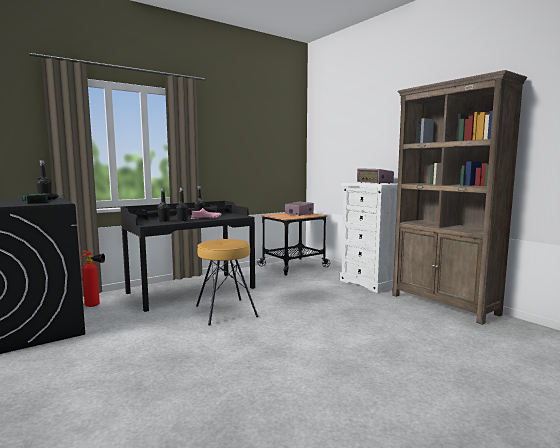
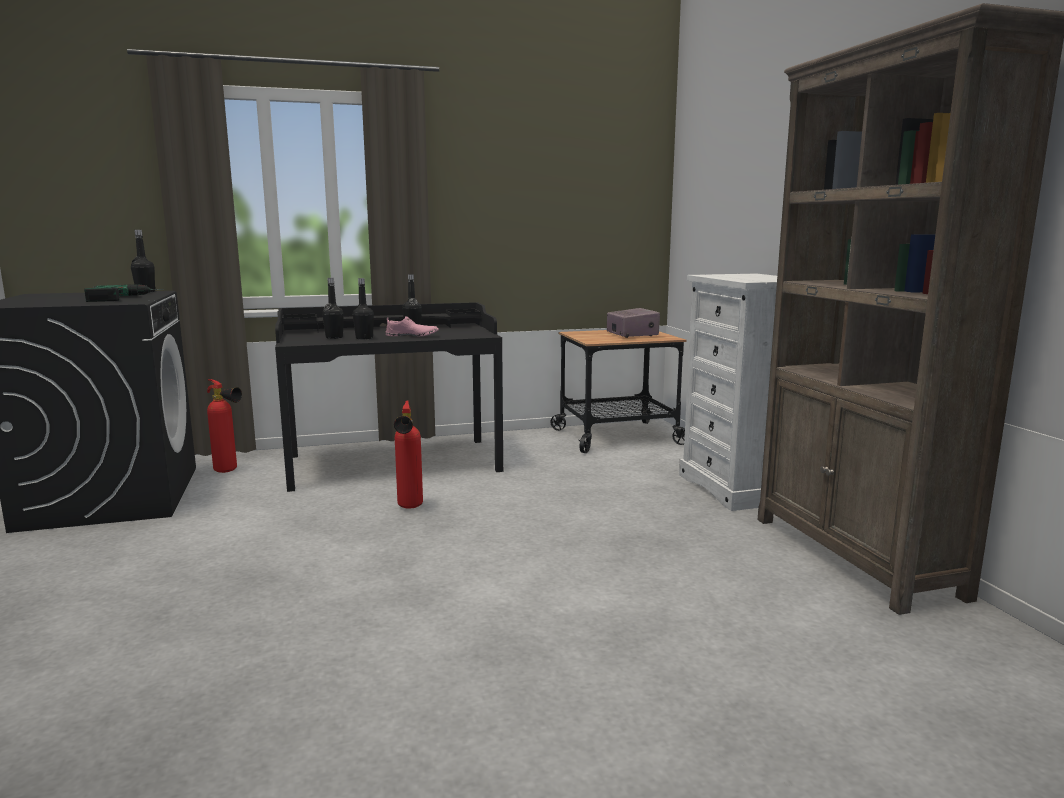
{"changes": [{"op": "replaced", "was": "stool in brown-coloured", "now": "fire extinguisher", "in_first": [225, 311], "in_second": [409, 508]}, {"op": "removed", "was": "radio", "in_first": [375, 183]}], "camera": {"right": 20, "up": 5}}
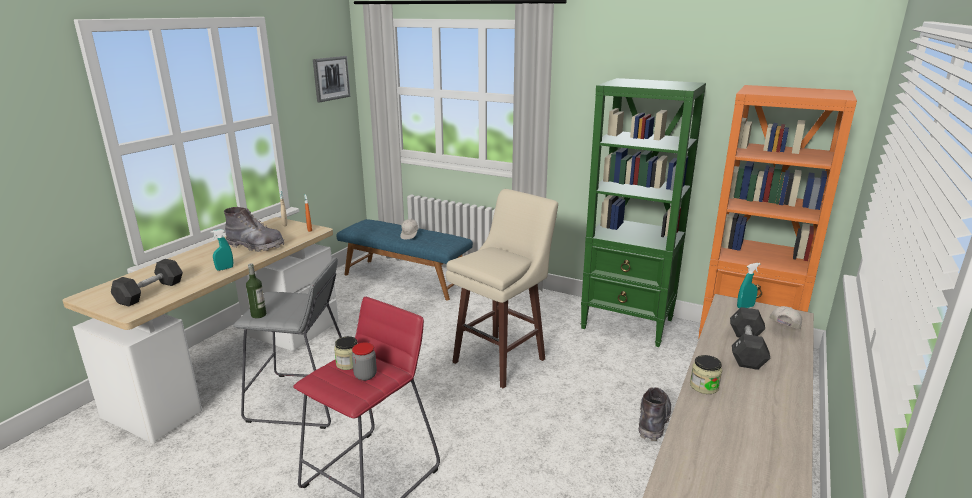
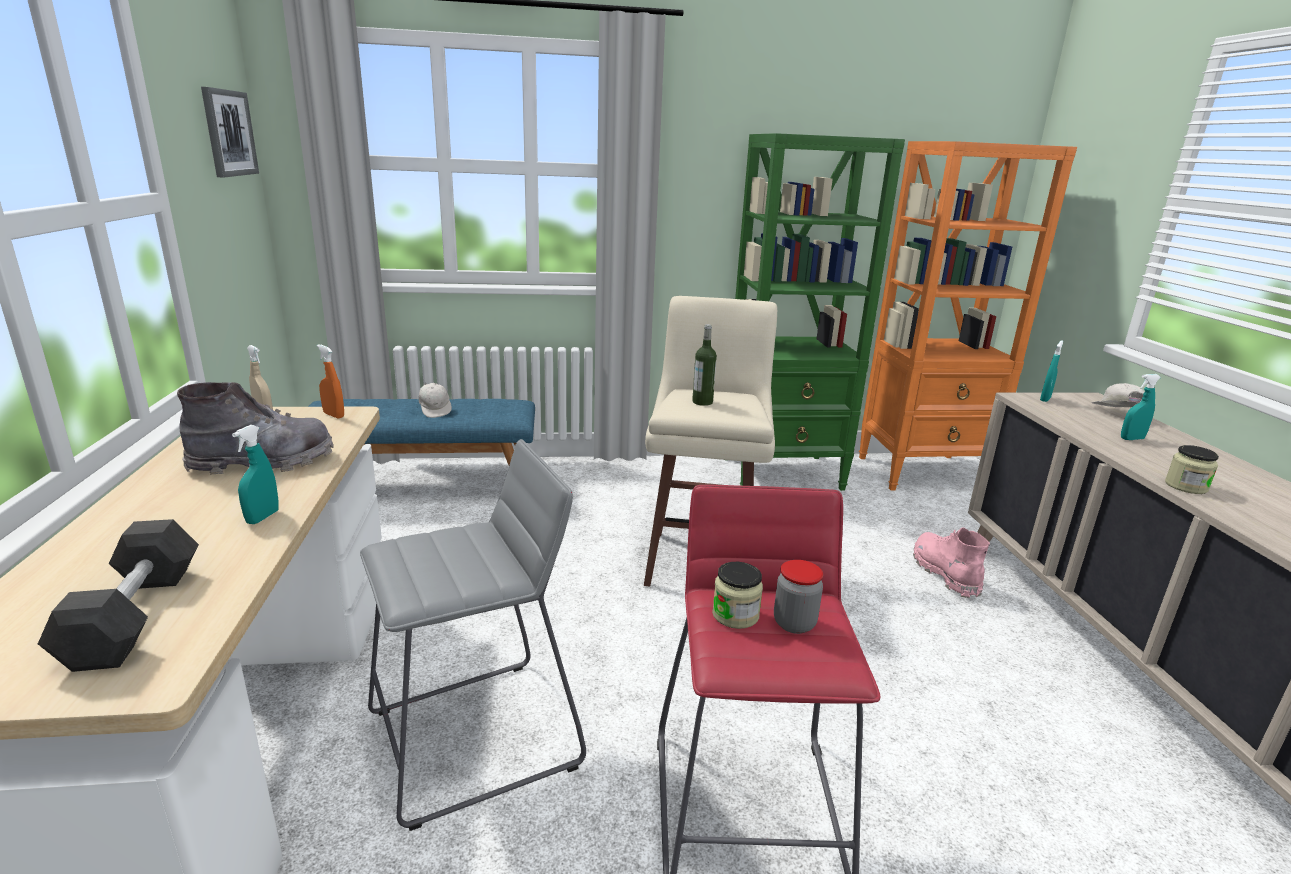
{"changes": [{"op": "moved", "was": "bottle", "in_first": [258, 315], "in_second": [702, 402]}, {"op": "recoloured", "was": "boot in greyish", "now": "boot in pinkish", "in_first": [653, 420], "in_second": [945, 573]}, {"op": "replaced", "was": "hand weight in black", "now": "sprayer in turquoise", "in_first": [746, 349], "in_second": [1131, 439]}], "camera": {"right": -35, "up": 0}}
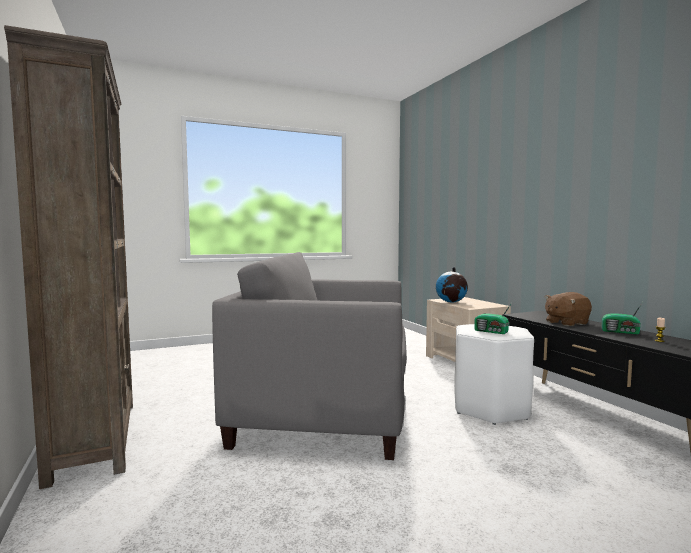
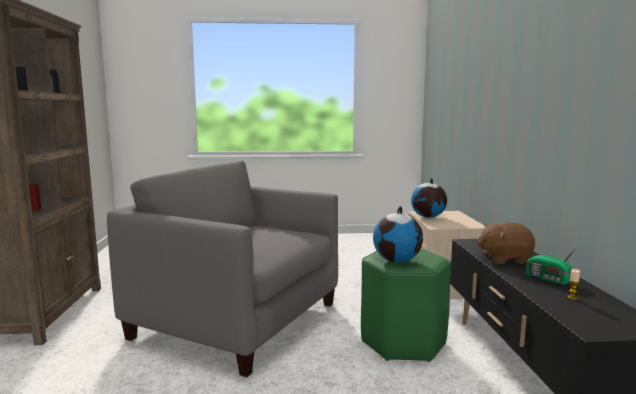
{"changes": [{"op": "recoloured", "was": "stool in white-coloured", "now": "stool in green-coloured", "in_first": [490, 409], "in_second": [403, 342]}, {"op": "replaced", "was": "radio", "now": "desk globe", "in_first": [491, 332], "in_second": [397, 261]}], "camera": {"right": 20, "up": 5}}
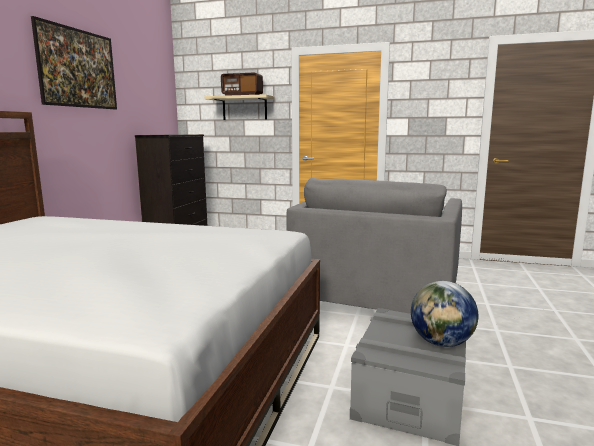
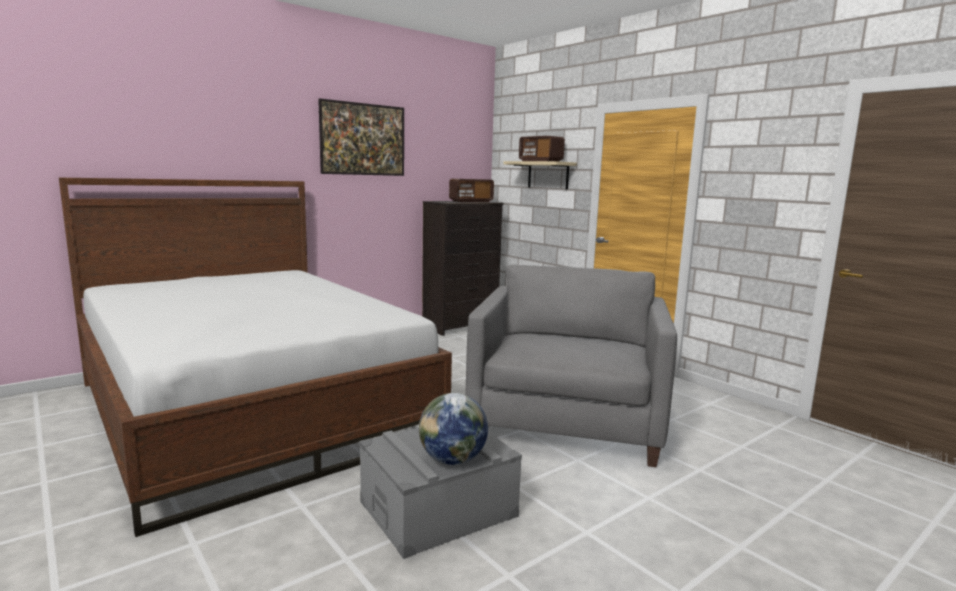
{"changes": [{"op": "added", "now": "radio", "in_second": [471, 201]}, {"op": "turned", "was": "lounge chair in greyish", "in_first": [375, 300], "in_second": [567, 423], "clockwise": 135}], "camera": {"right": 35, "up": 0}}
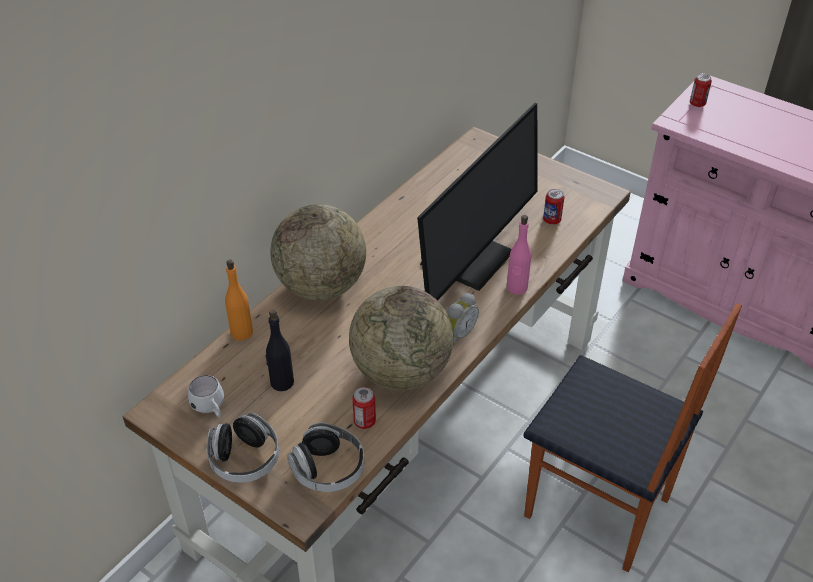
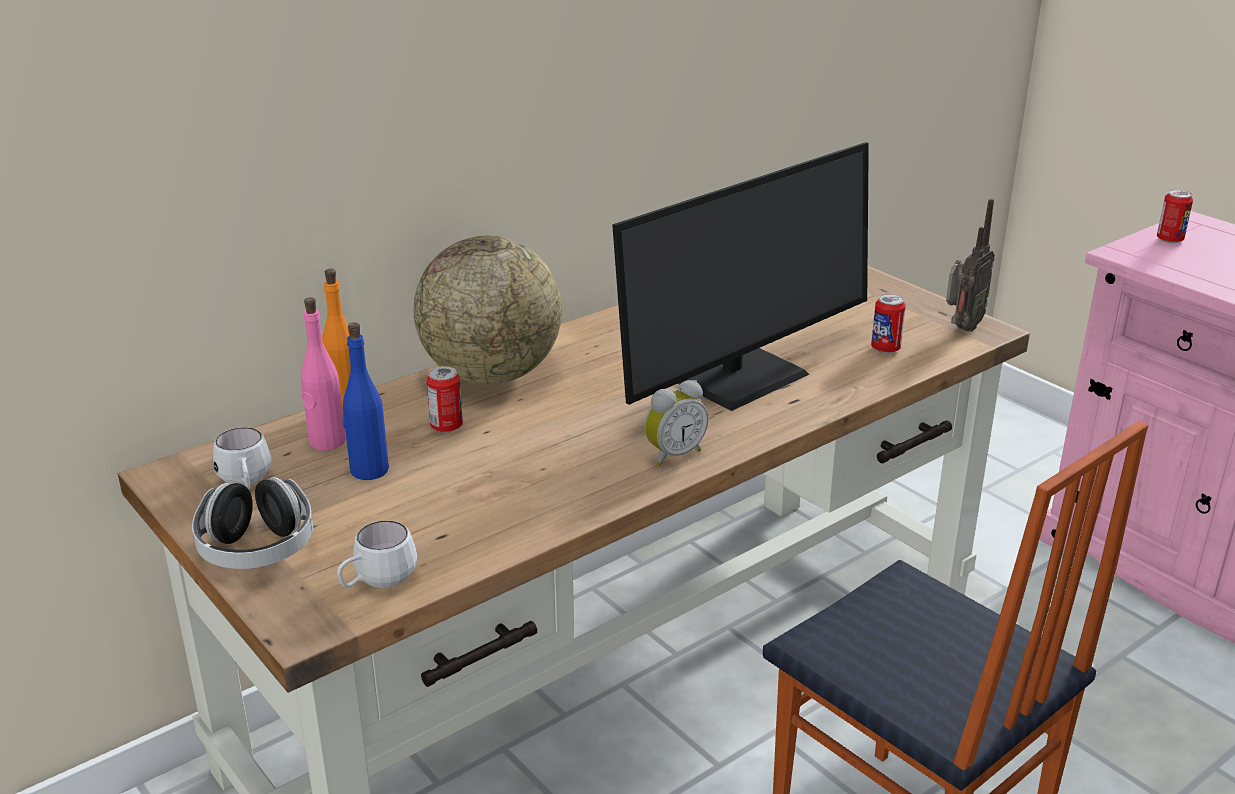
{"changes": [{"op": "moved", "was": "bottle in pinkish", "in_first": [516, 287], "in_second": [327, 442]}, {"op": "replaced", "was": "headphones", "now": "tea mug in white-coloured", "in_first": [328, 469], "in_second": [377, 583]}, {"op": "recoloured", "was": "bottle in black", "now": "bottle in bluish", "in_first": [281, 382], "in_second": [369, 470]}, {"op": "moved", "was": "can", "in_first": [364, 421], "in_second": [446, 427]}, {"op": "added", "now": "radio", "in_second": [961, 328]}, {"op": "removed", "was": "desk globe", "in_first": [401, 372]}], "camera": {"right": 15, "up": -15}}
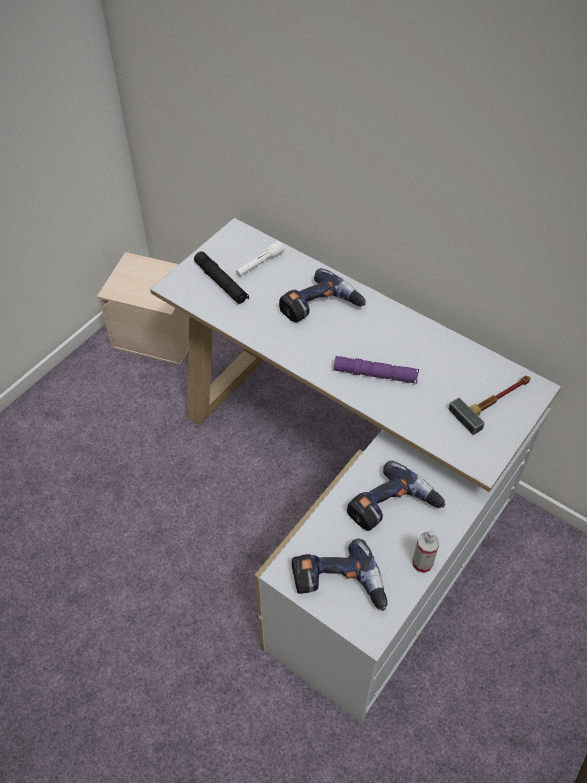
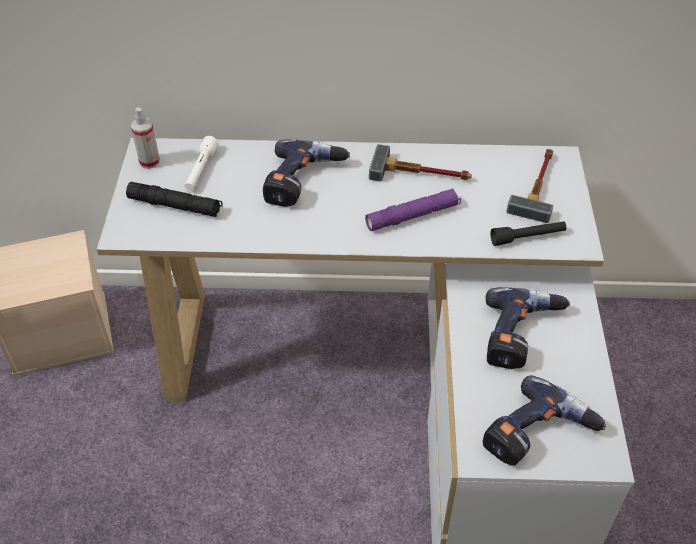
{"changes": [{"op": "moved", "was": "sprayer", "in_first": [422, 563], "in_second": [149, 162]}, {"op": "added", "now": "hammer", "in_second": [421, 174]}, {"op": "added", "now": "flashlight in black", "in_second": [527, 237]}], "camera": {"right": -35, "up": -5}}
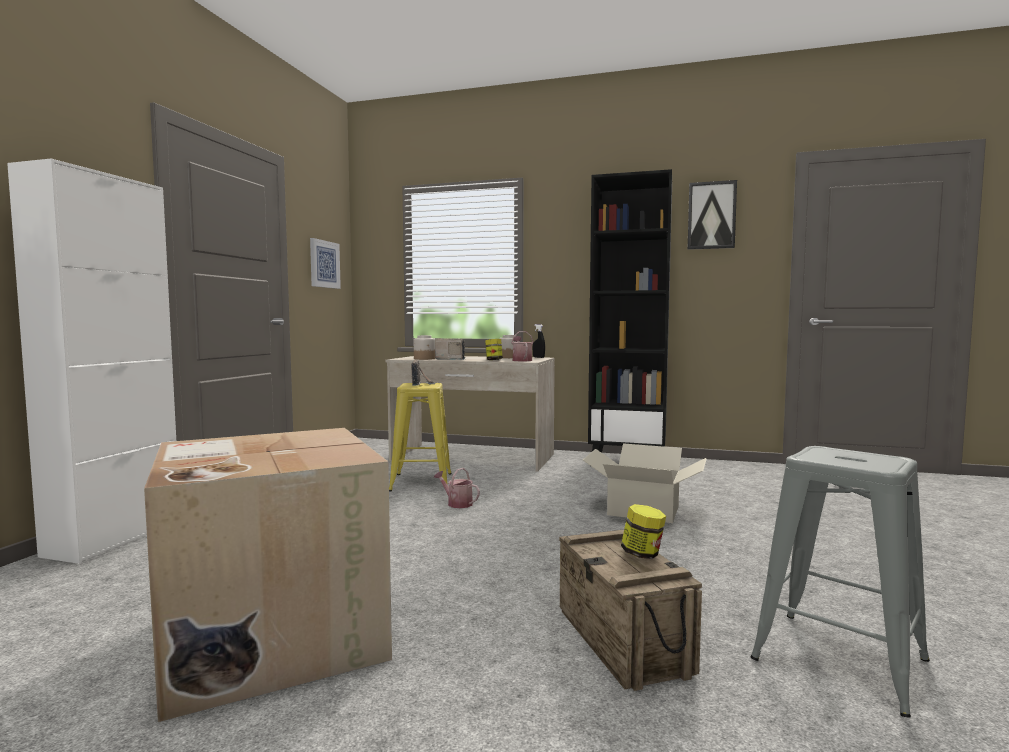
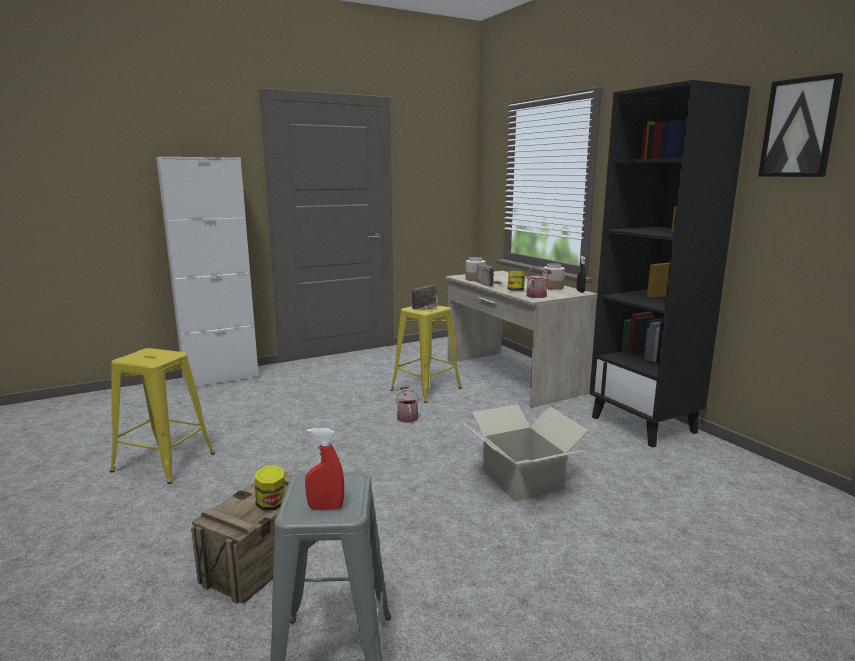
{"changes": [{"op": "replaced", "was": "packing box", "now": "stool in yellow-coloured", "in_first": [270, 635], "in_second": [164, 462]}, {"op": "added", "now": "sprayer in red-coloured", "in_second": [325, 507]}, {"op": "removed", "was": "picture", "in_first": [324, 264]}], "camera": {"right": 45, "up": 10}}
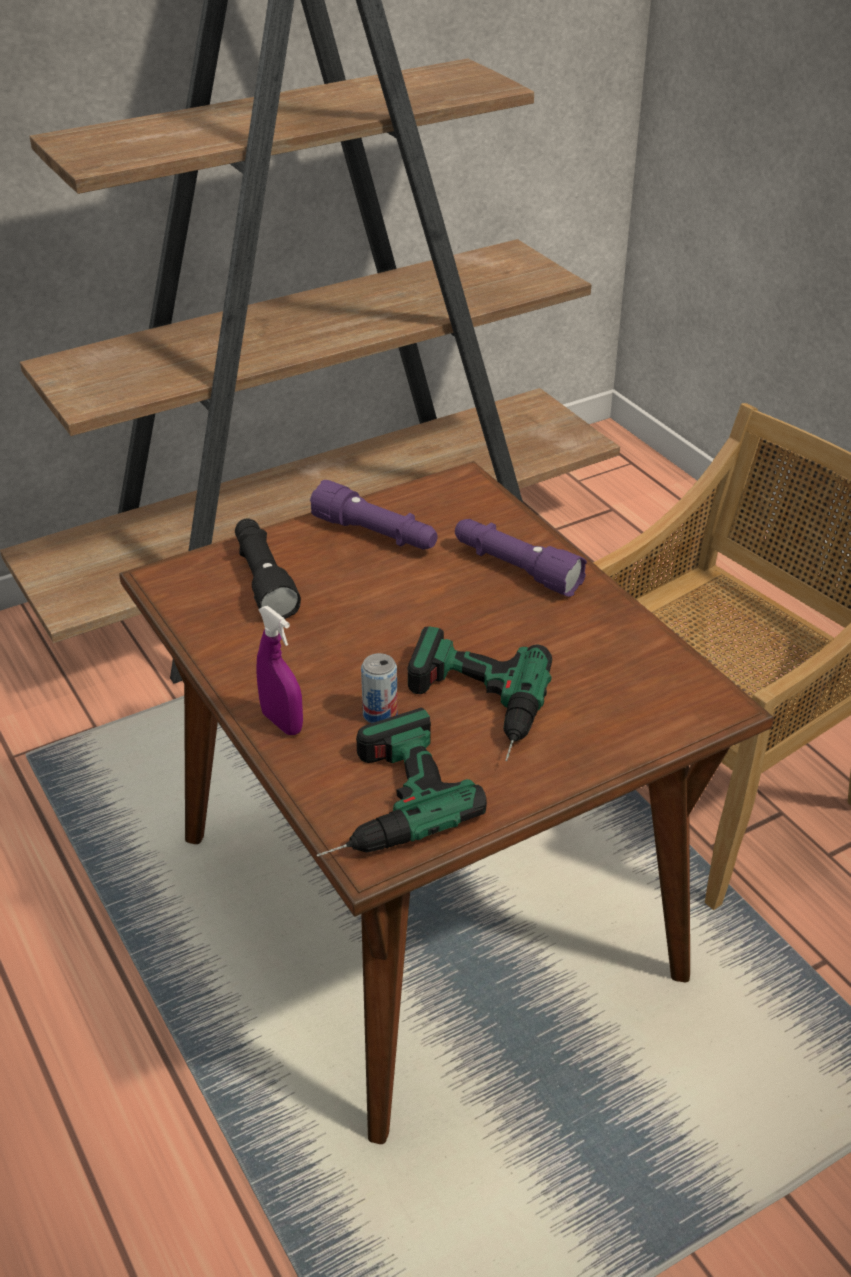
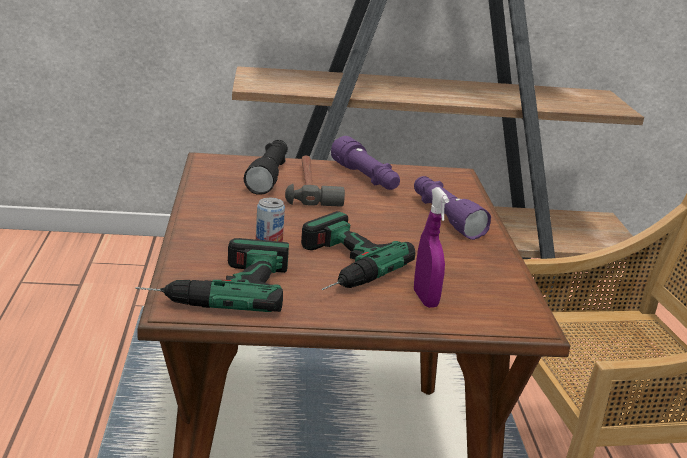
{"changes": [{"op": "added", "now": "hammer", "in_second": [311, 186]}, {"op": "moved", "was": "sprayer in purple-coloured", "in_first": [282, 722], "in_second": [425, 299]}], "camera": {"right": 25, "up": -15}}
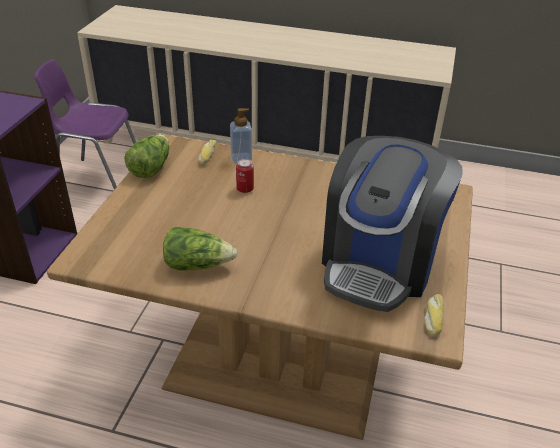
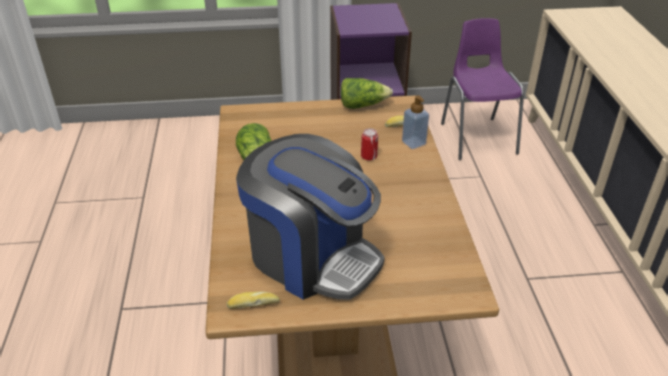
{"changes": [{"op": "turned", "was": "coffee maker", "in_first": [379, 263], "in_second": [312, 257], "clockwise": -150}], "camera": {"right": 70, "up": 0}}
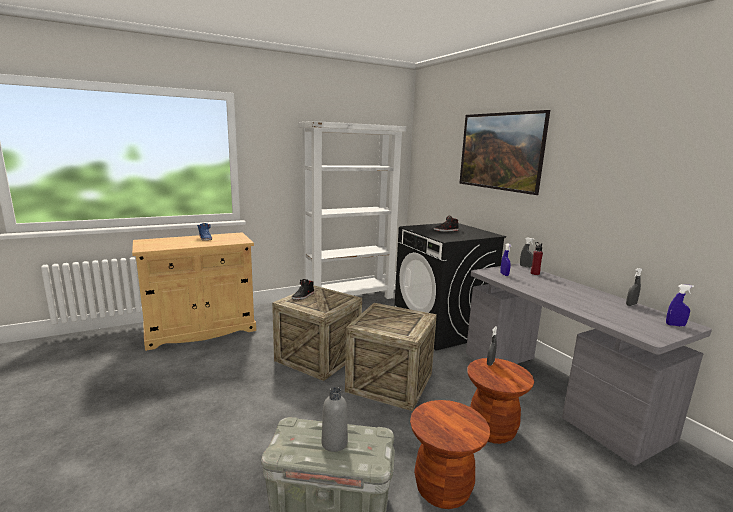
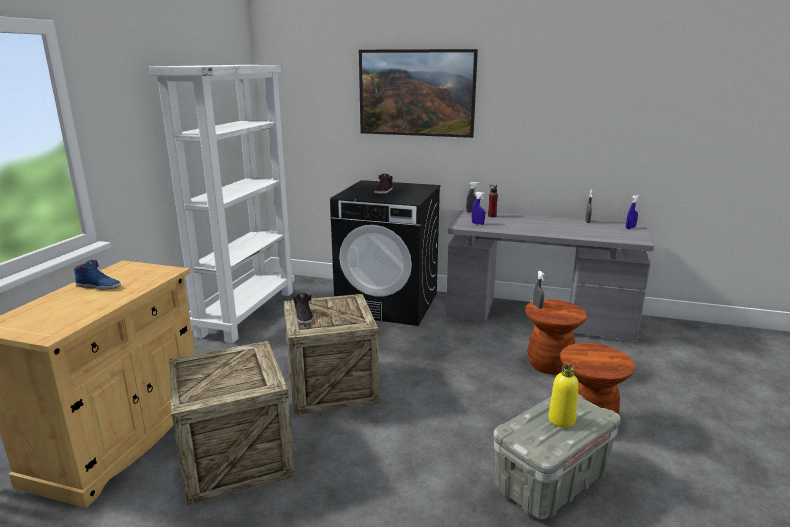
{"changes": [{"op": "moved", "was": "packing crate", "in_first": [390, 382], "in_second": [235, 457]}, {"op": "recoloured", "was": "bottle in greyish", "now": "bottle in yellow-coloured", "in_first": [334, 443], "in_second": [561, 420]}], "camera": {"right": -45, "up": 5}}
